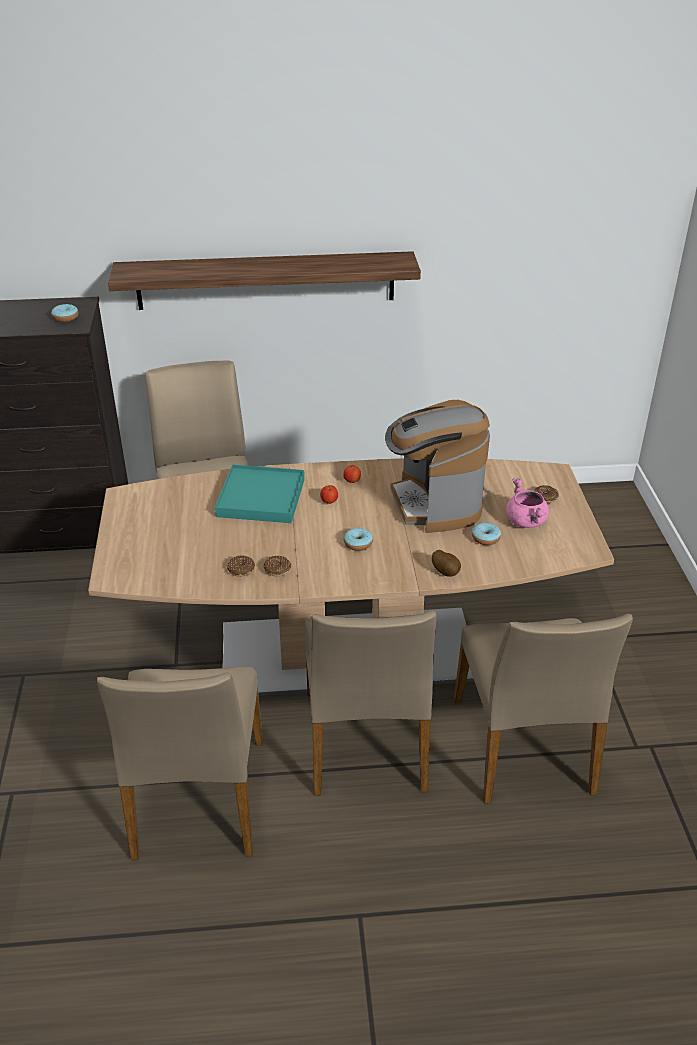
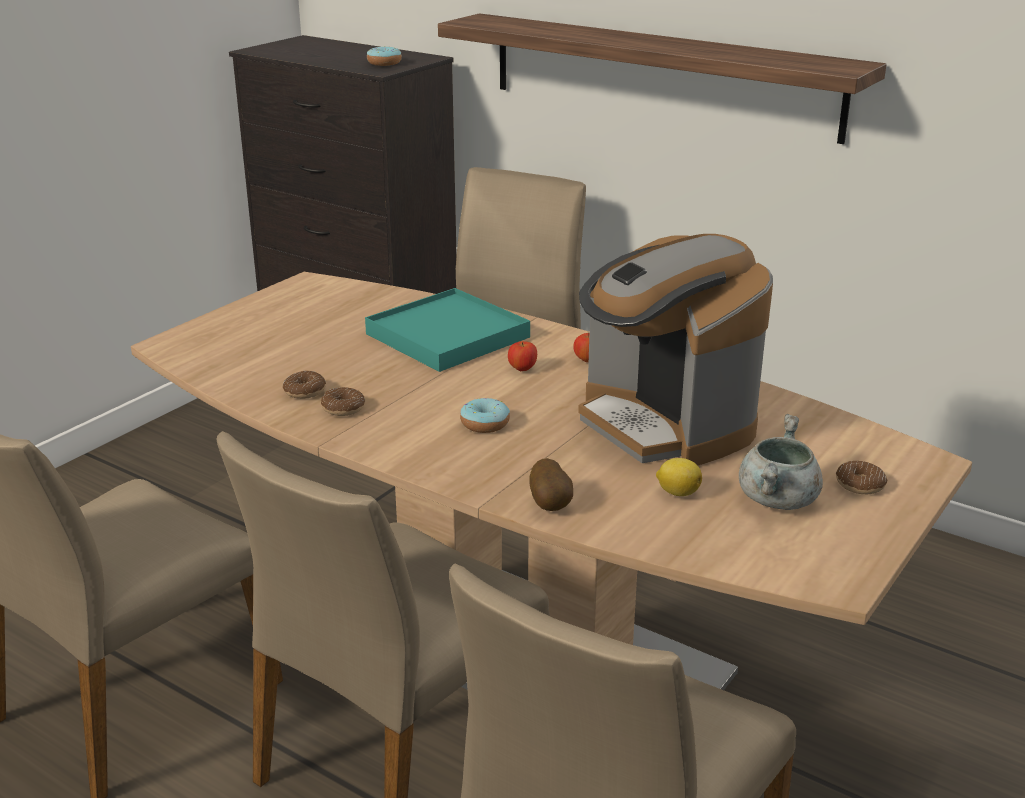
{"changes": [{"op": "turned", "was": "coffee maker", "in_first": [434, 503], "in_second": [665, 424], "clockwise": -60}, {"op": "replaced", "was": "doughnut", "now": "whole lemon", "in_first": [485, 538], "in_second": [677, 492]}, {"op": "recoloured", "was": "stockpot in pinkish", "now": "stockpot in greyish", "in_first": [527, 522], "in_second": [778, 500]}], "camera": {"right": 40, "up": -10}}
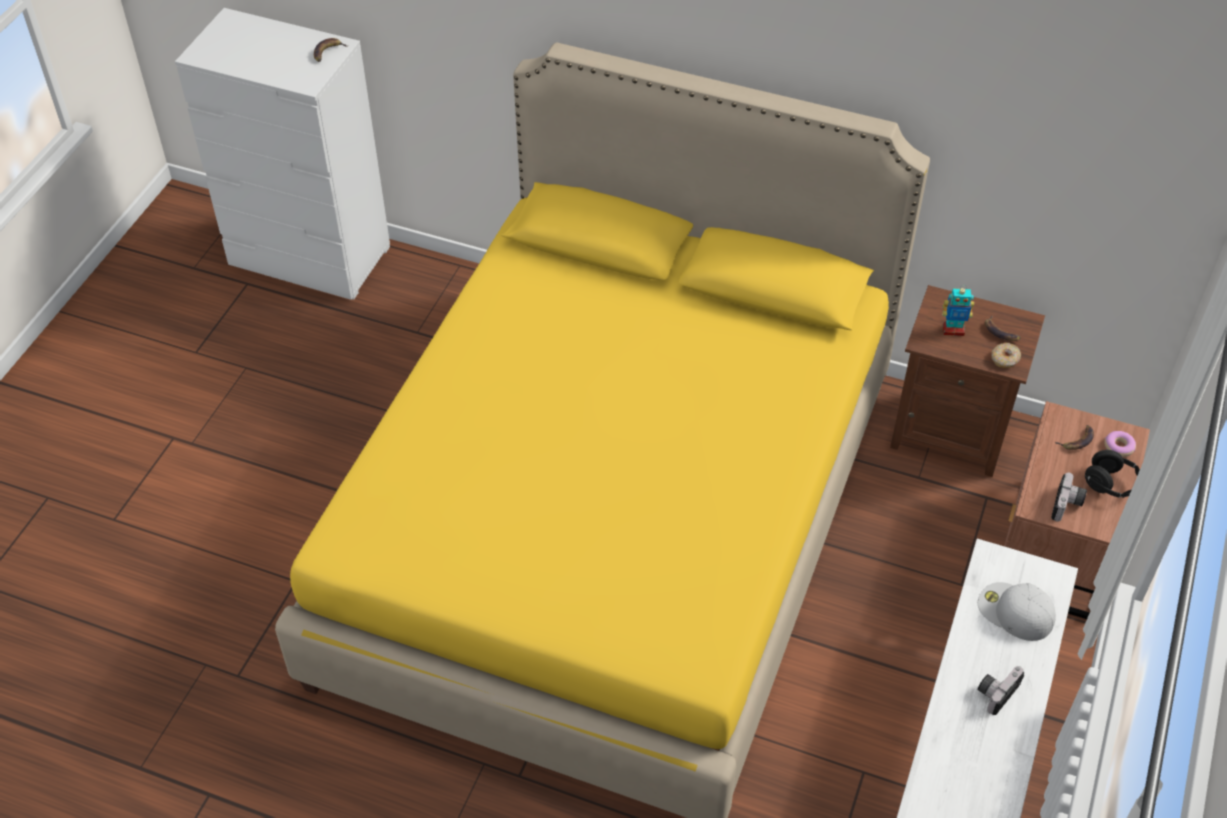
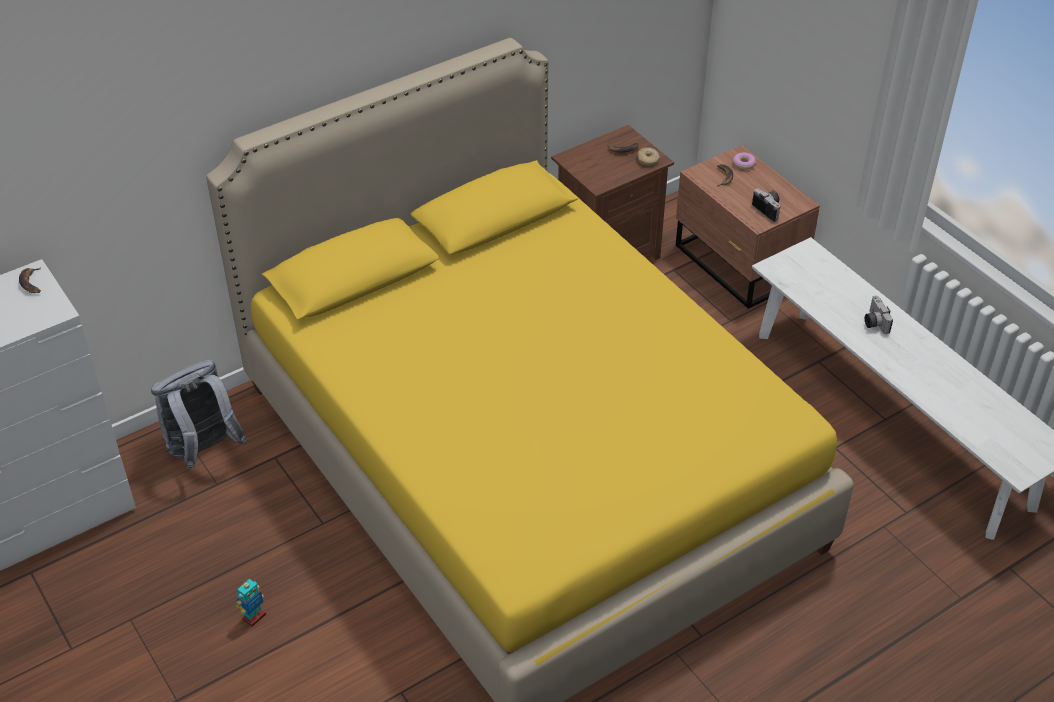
{"changes": [{"op": "added", "now": "knapsack in greyish", "in_second": [204, 451]}, {"op": "moved", "was": "model robot", "in_first": [953, 330], "in_second": [254, 616]}, {"op": "removed", "was": "cap in white-coloured", "in_first": [1014, 612]}, {"op": "removed", "was": "headphones in black", "in_first": [1110, 484]}], "camera": {"right": -55, "up": -5}}
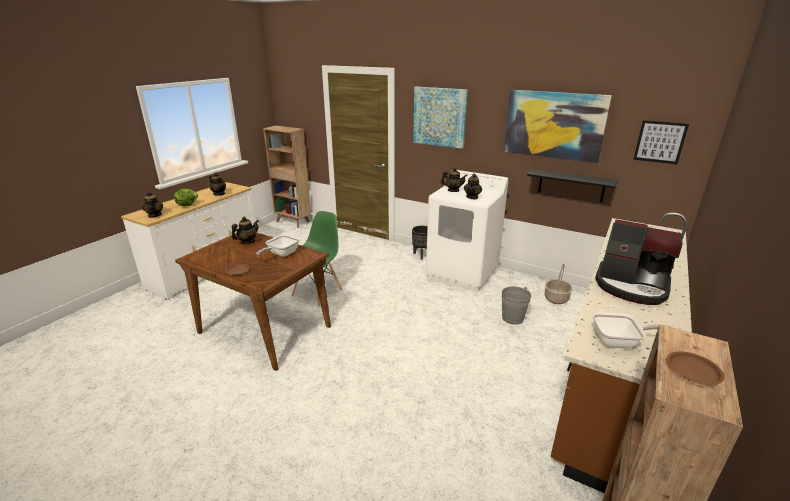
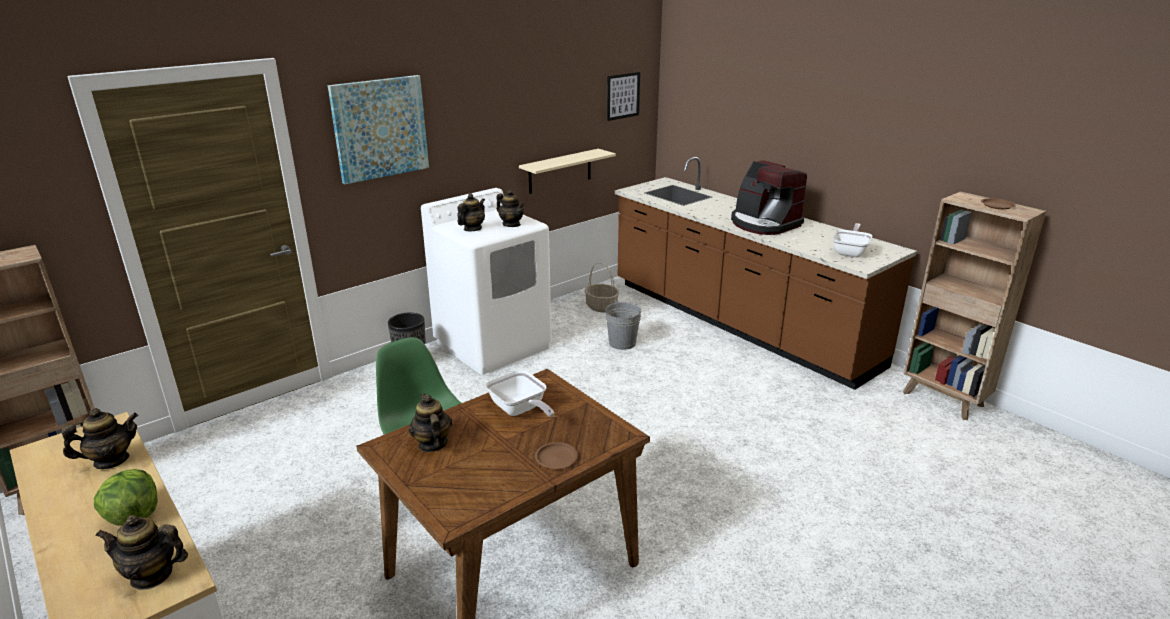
{"changes": [{"op": "recoloured", "was": "shelf in black", "now": "shelf in beige", "in_first": [571, 185], "in_second": [560, 171]}, {"op": "turned", "was": "coffee maker", "in_first": [631, 286], "in_second": [764, 224], "clockwise": 90}, {"op": "removed", "was": "picture", "in_first": [554, 125]}], "camera": {"right": -70, "up": 0}}
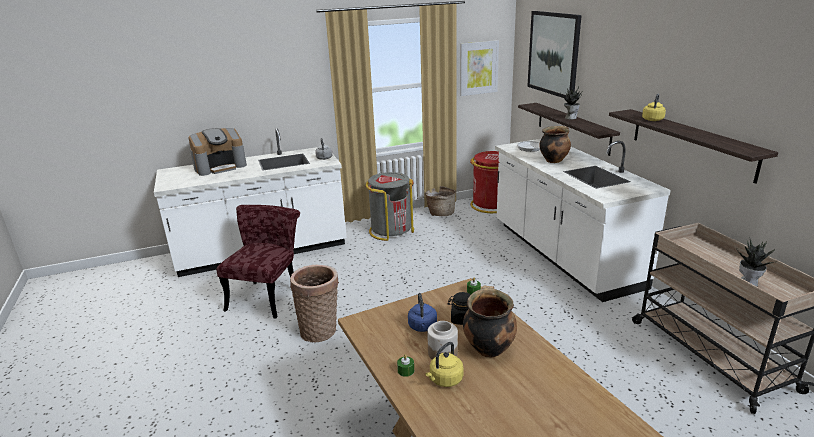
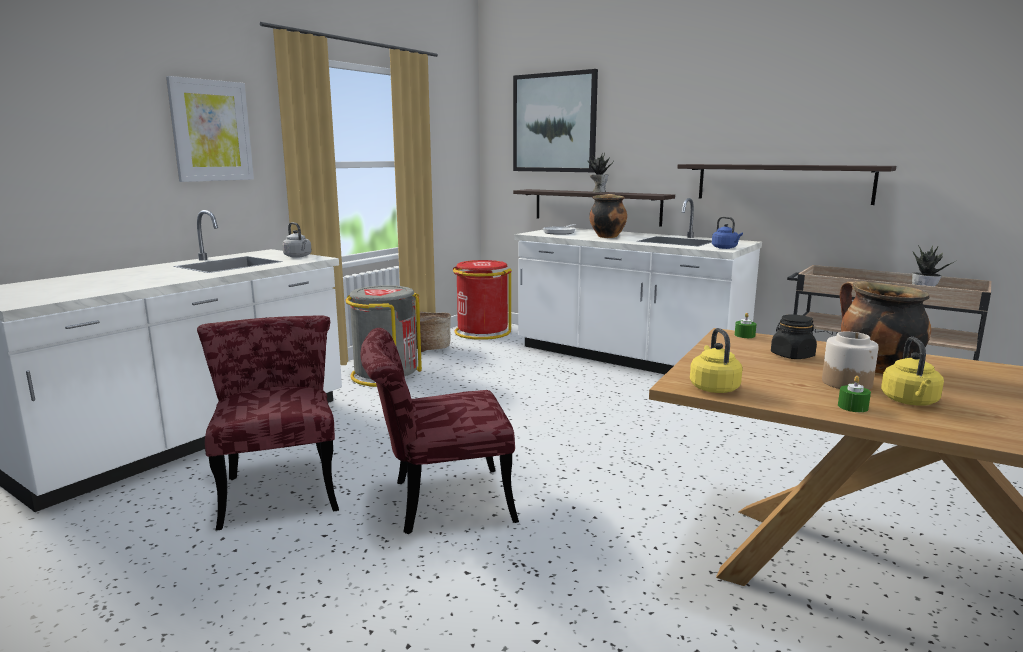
{"changes": [{"op": "moved", "was": "picture", "in_first": [478, 68], "in_second": [211, 131]}, {"op": "replaced", "was": "household basket", "now": "plain chair in red-coloured", "in_first": [320, 330], "in_second": [438, 502]}, {"op": "moved", "was": "water kettle in yellow-coloured", "in_first": [653, 119], "in_second": [713, 387]}, {"op": "moved", "was": "water kettle in bluish", "in_first": [422, 327], "in_second": [725, 248]}, {"op": "removed", "was": "coffee maker", "in_first": [220, 167]}], "camera": {"right": -35, "up": -10}}
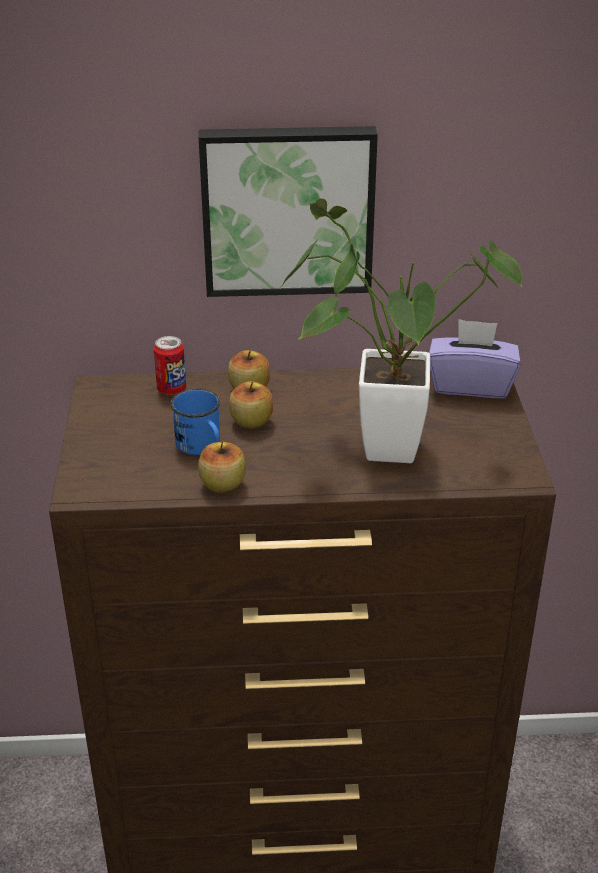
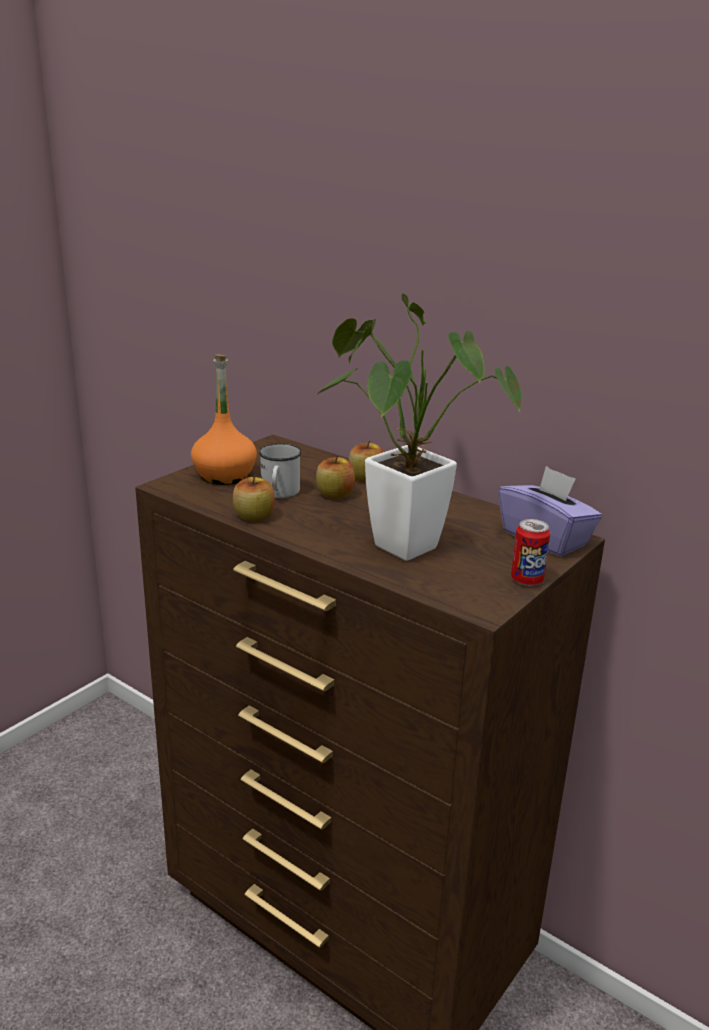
{"changes": [{"op": "added", "now": "bottle in orangey", "in_second": [224, 475]}, {"op": "recoloured", "was": "tea mug in bluish", "now": "tea mug in white-coloured", "in_first": [202, 446], "in_second": [279, 493]}, {"op": "moved", "was": "can", "in_first": [171, 389], "in_second": [527, 580]}, {"op": "removed", "was": "picture", "in_first": [287, 209]}], "camera": {"right": 40, "up": -10}}
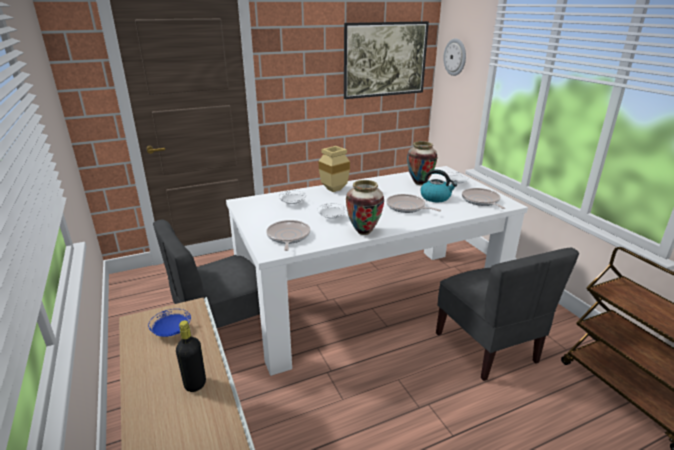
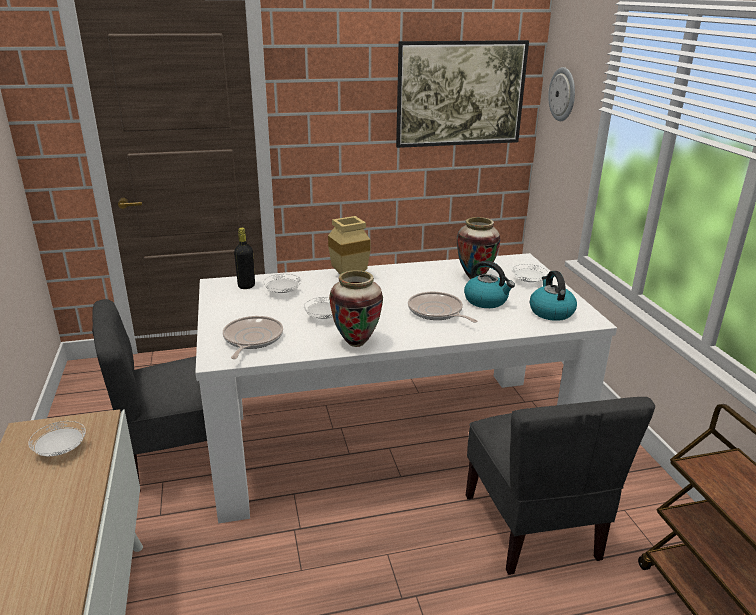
{"changes": [{"op": "recoloured", "was": "dinner plate in bluish", "now": "dinner plate in white-coloured", "in_first": [172, 331], "in_second": [61, 450]}, {"op": "moved", "was": "bottle in black", "in_first": [195, 384], "in_second": [246, 286]}, {"op": "replaced", "was": "skillet", "now": "water kettle", "in_first": [481, 201], "in_second": [550, 312]}], "camera": {"right": 10, "up": 0}}
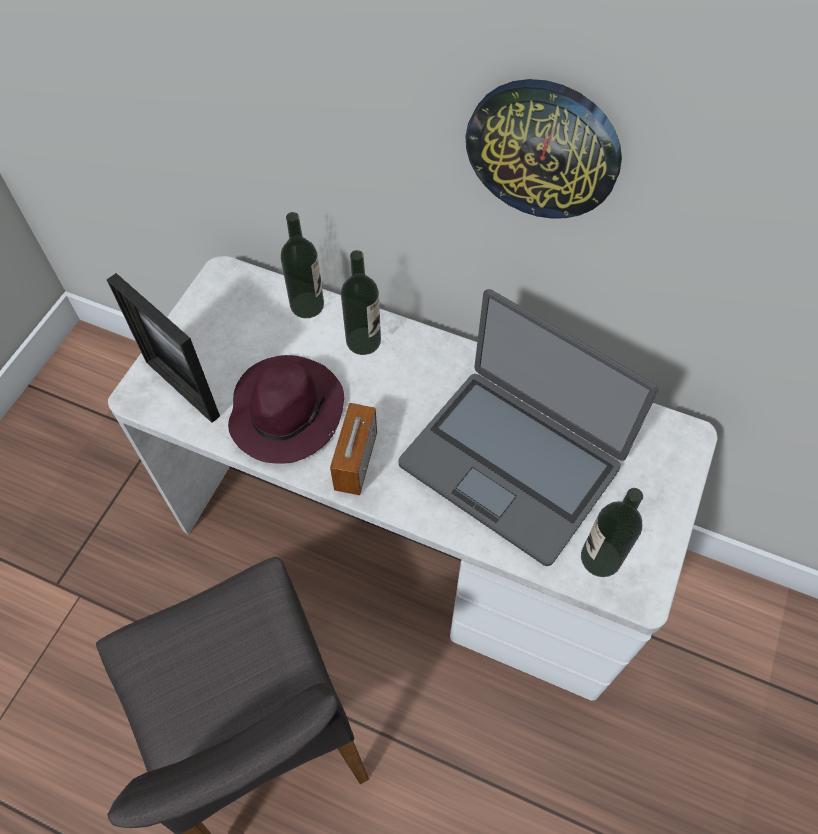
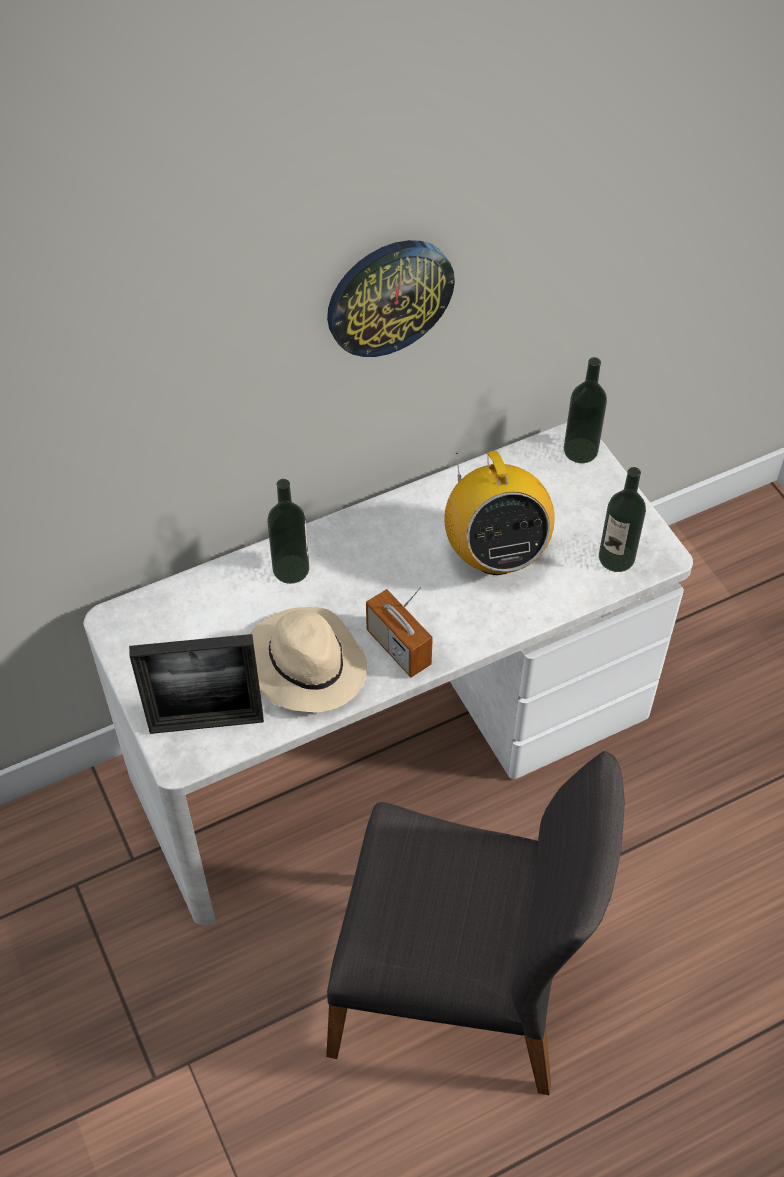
{"changes": [{"op": "recoloured", "was": "wearable hat in purple-coloured", "now": "wearable hat in beige", "in_first": [286, 411], "in_second": [305, 663]}, {"op": "replaced", "was": "notebook computer", "now": "radio", "in_first": [511, 463], "in_second": [495, 554]}, {"op": "moved", "was": "bottle", "in_first": [307, 305], "in_second": [580, 450]}], "camera": {"right": -50, "up": -5}}
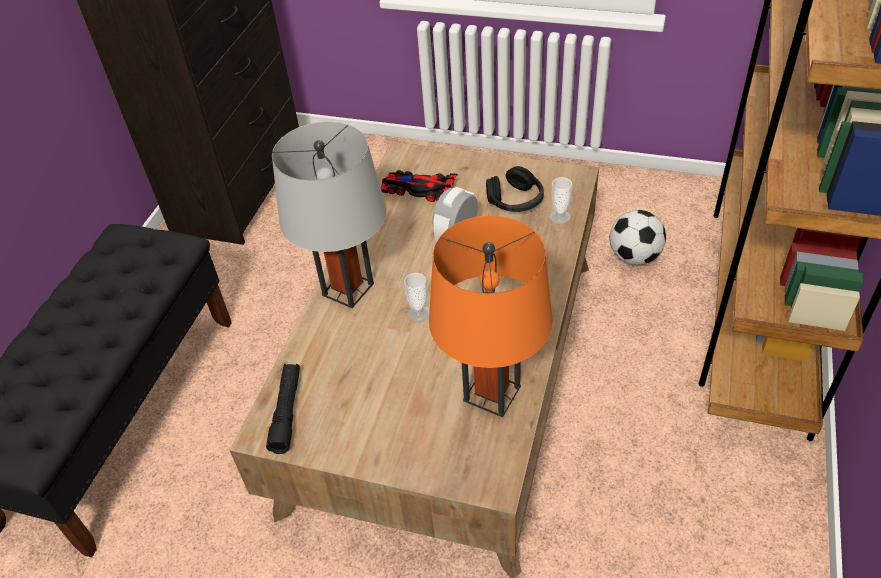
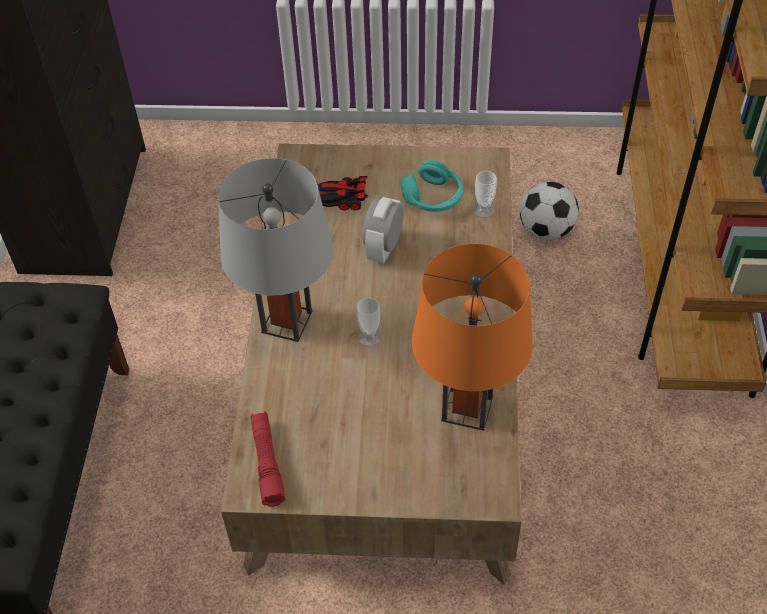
{"changes": [{"op": "recoloured", "was": "flashlight in black", "now": "flashlight in red-coloured", "in_first": [287, 412], "in_second": [267, 462]}, {"op": "recoloured", "was": "headphones in black", "now": "headphones in turquoise", "in_first": [515, 200], "in_second": [433, 197]}], "camera": {"right": -15, "up": 5}}
